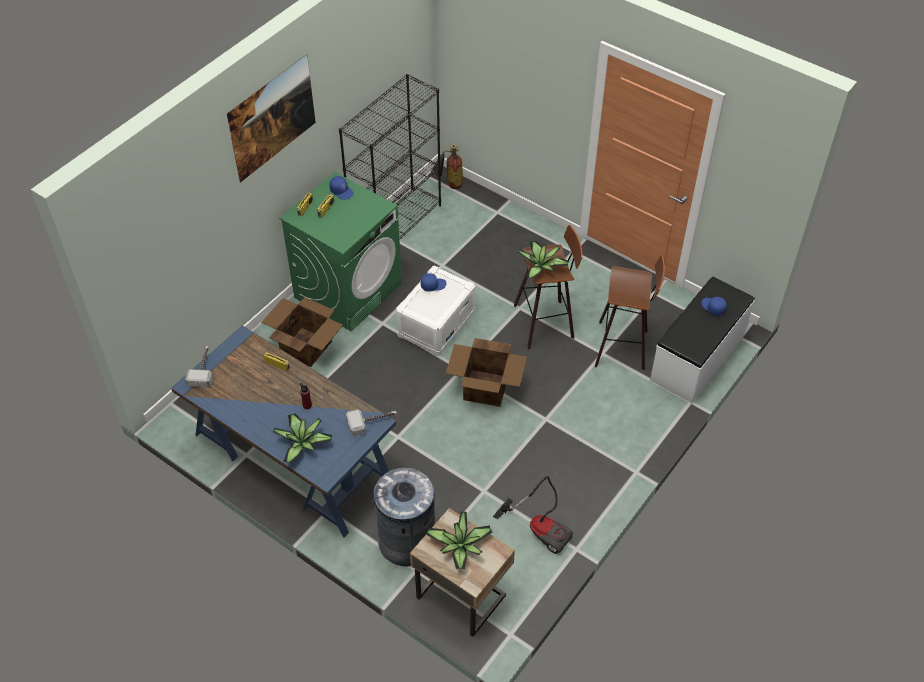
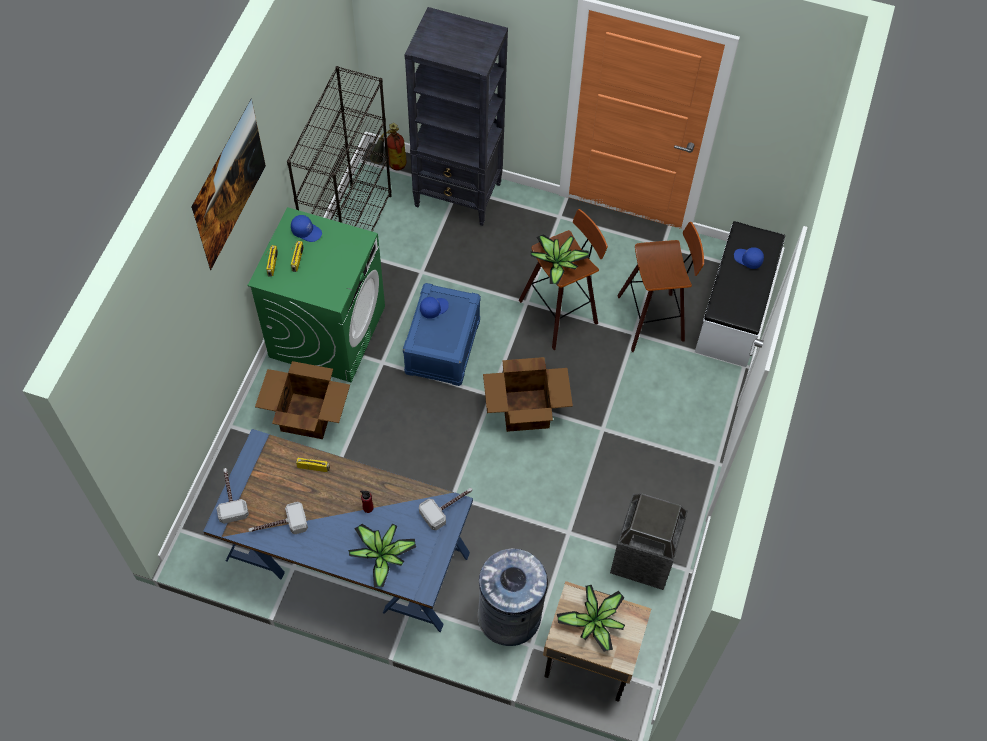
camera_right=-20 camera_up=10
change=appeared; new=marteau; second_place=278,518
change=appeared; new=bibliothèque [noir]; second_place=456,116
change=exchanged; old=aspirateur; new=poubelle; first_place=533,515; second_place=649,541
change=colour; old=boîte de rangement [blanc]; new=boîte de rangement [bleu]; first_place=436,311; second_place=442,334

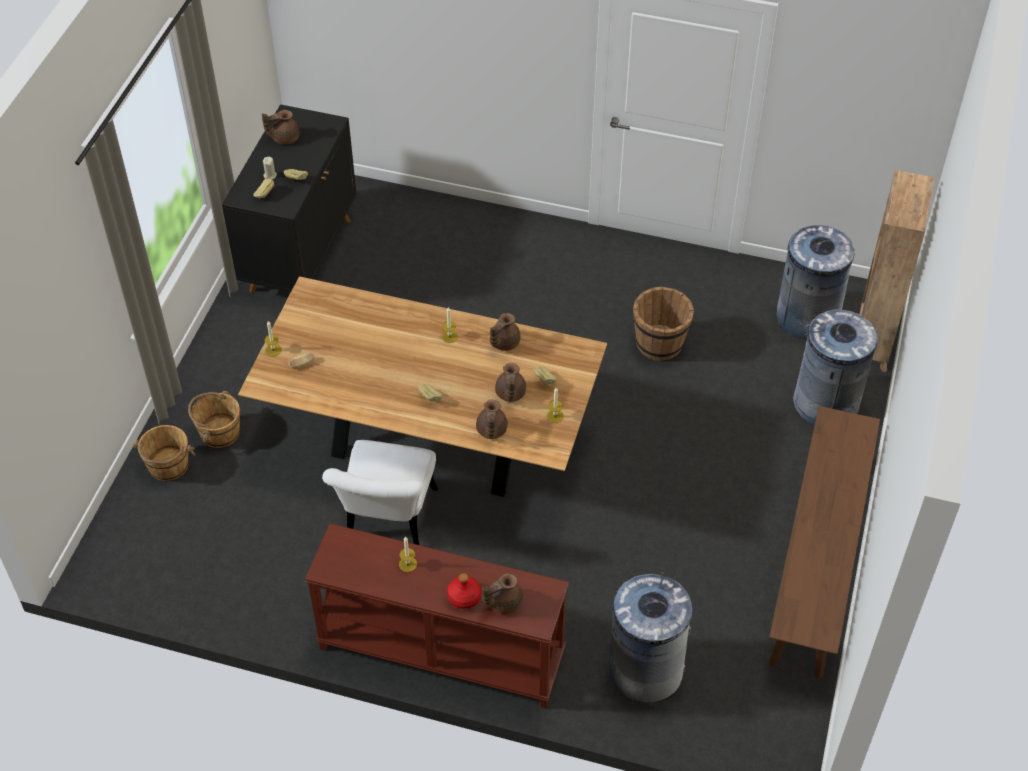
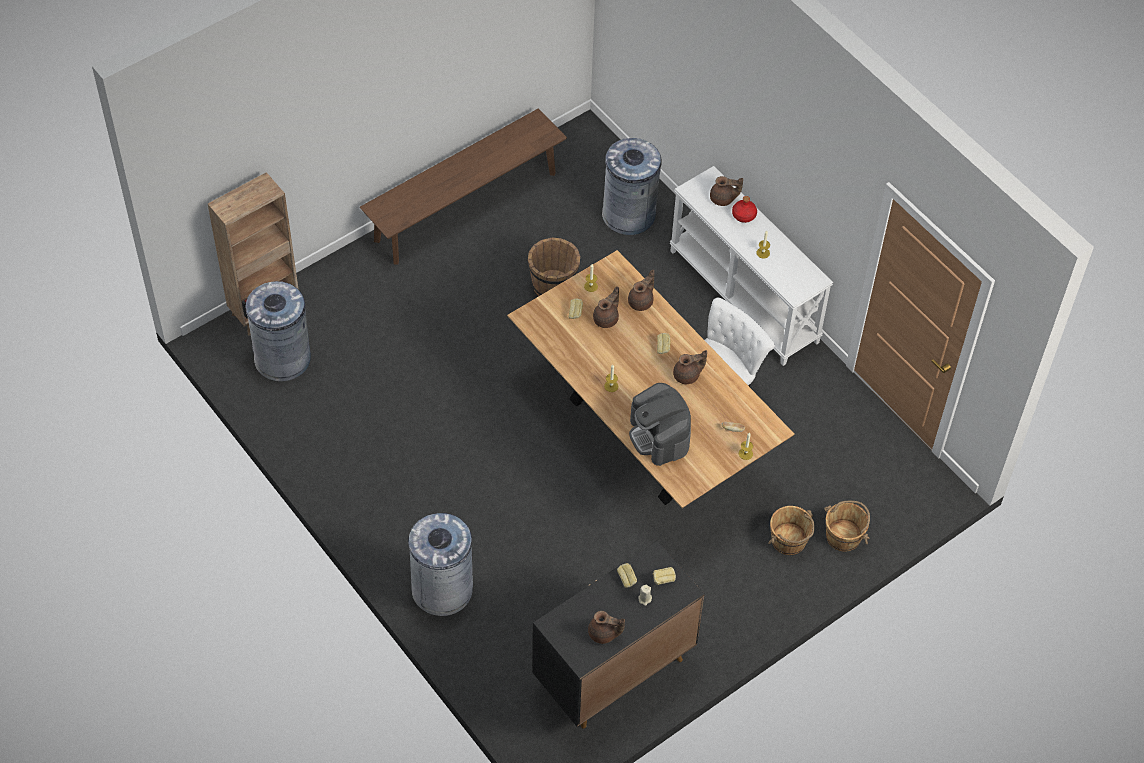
camera_right=-145 camera_up=5
change=appeared; new=machine à café; second_place=660,424
change=relocated; old=théière [marron]; first_place=505,332; second_place=690,367
change=relocated; old=seau [marron]; first_place=663,323; second_place=554,266
change=relocated; old=poubelle [gris]; first_place=835,367; second_place=440,564
change=colour; old=table console [marron]; new=table console [blanc]; first_place=437,615; second_place=751,266

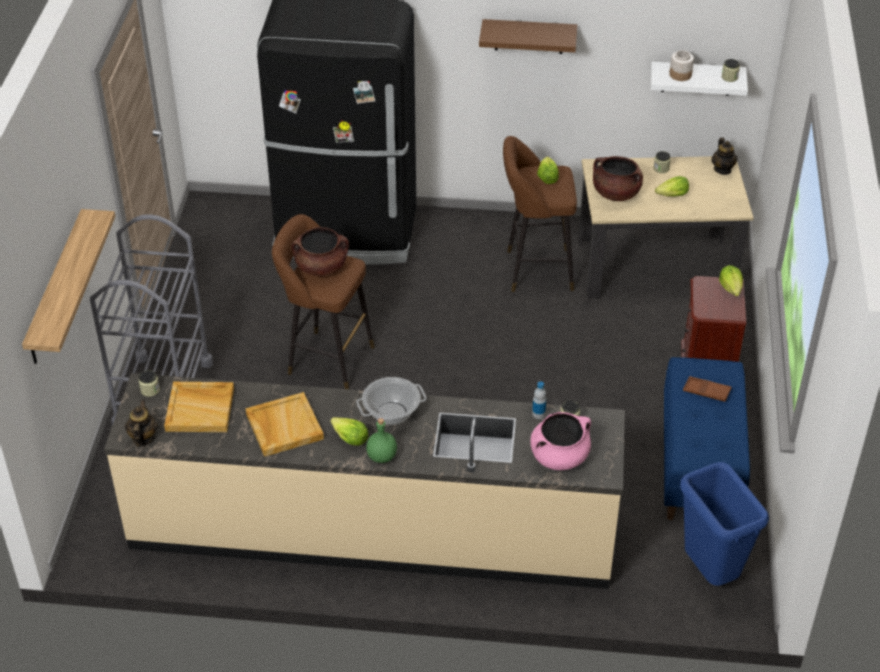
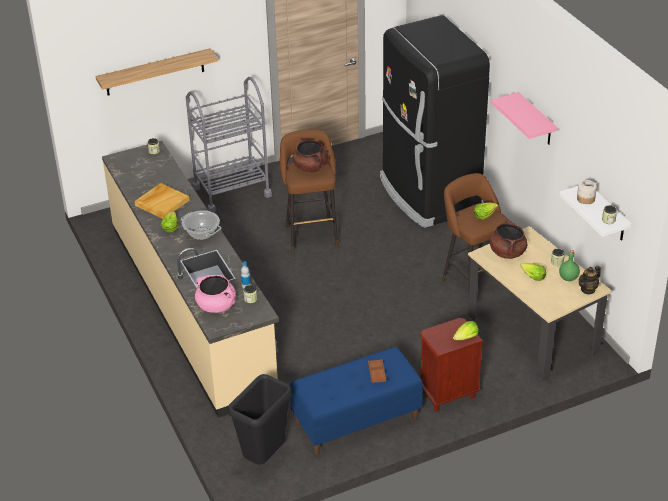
camera_right=60 camera_up=-5
change=missing; old=théière; first_place=141,423
change=missing; old=plateau [beige]; first_place=199,407
change=relocated; old=bouteille [vert]; first_place=381,440; second_place=569,265
change=colour; old=étagère [marron]; new=étagère [rose]; first_place=528,36; second_place=524,118
change=colour; old=poubelle [bleu]; new=poubelle [noir]; first_place=724,524; second_place=260,419

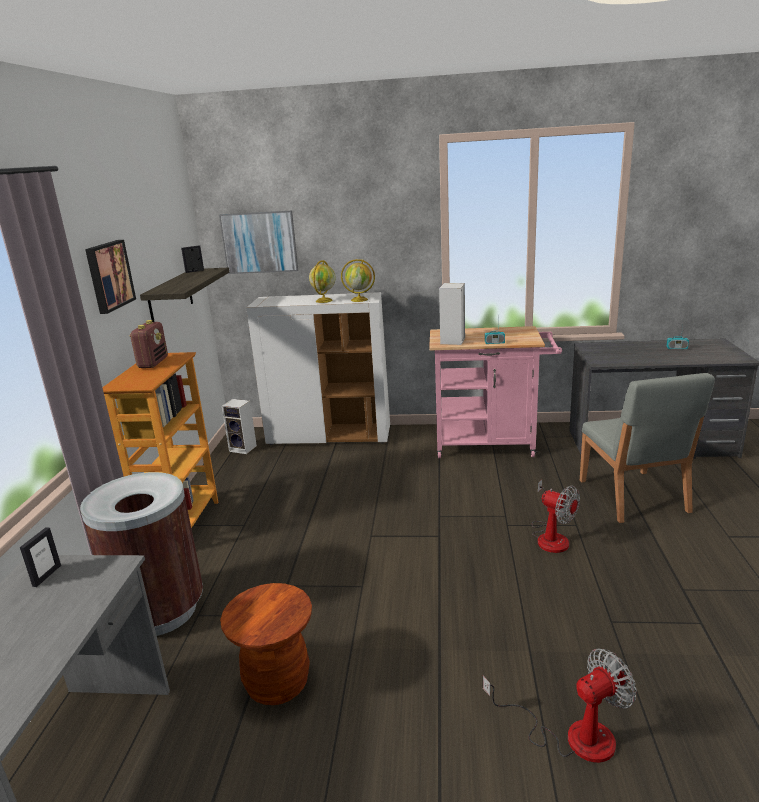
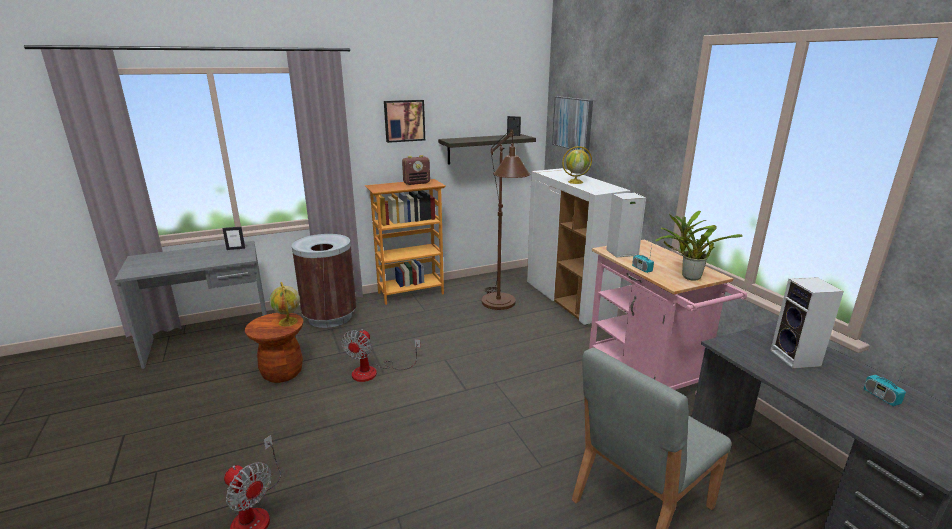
camera_right=60 camera_up=0
change=appeared; new=lampadaire [marron]; second_place=506,219
change=appeared; new=plante en pot; second_place=699,246
change=relocated; old=enceinte; first_place=239,426; second_place=807,322
change=relocated; old=globe; first_place=358,280; second_place=285,304
change=relocated; old=ventilateur; first_place=555,516; second_place=381,355

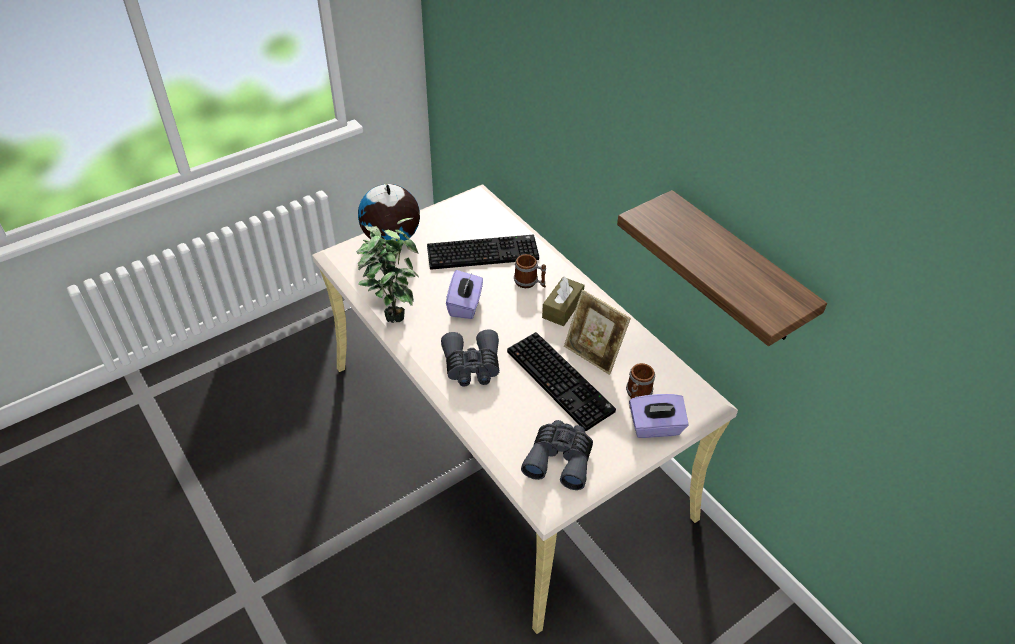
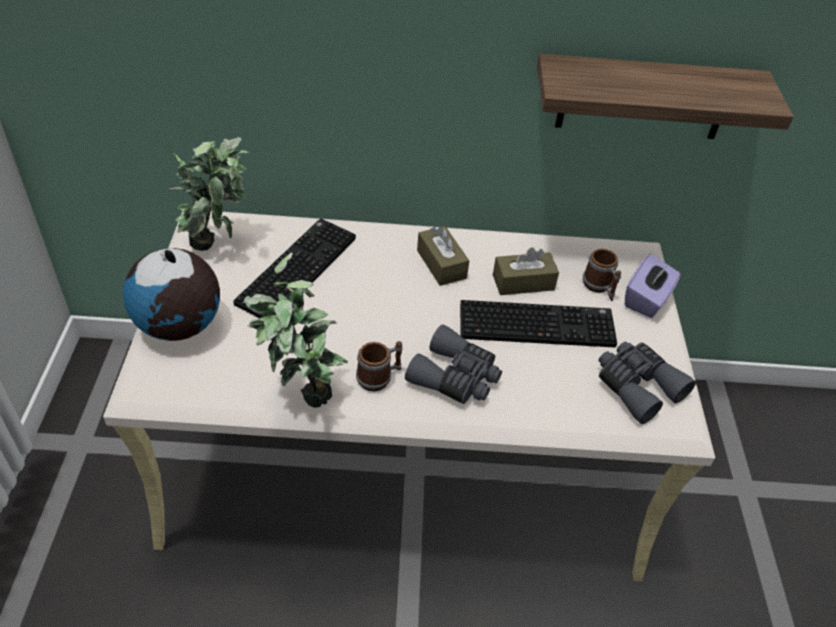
camera_right=-55 camera_up=0
change=missing; old=boîte à mouchoirs [violet]; first_place=464,294
change=appeared; new=plante en pot; second_place=209,194
change=relocated; old=mug; first_place=530,271; second_place=379,366
change=exchanged; old=cadre photo; new=boîte à mouchoirs [marron]; first_place=597,332; second_place=526,271

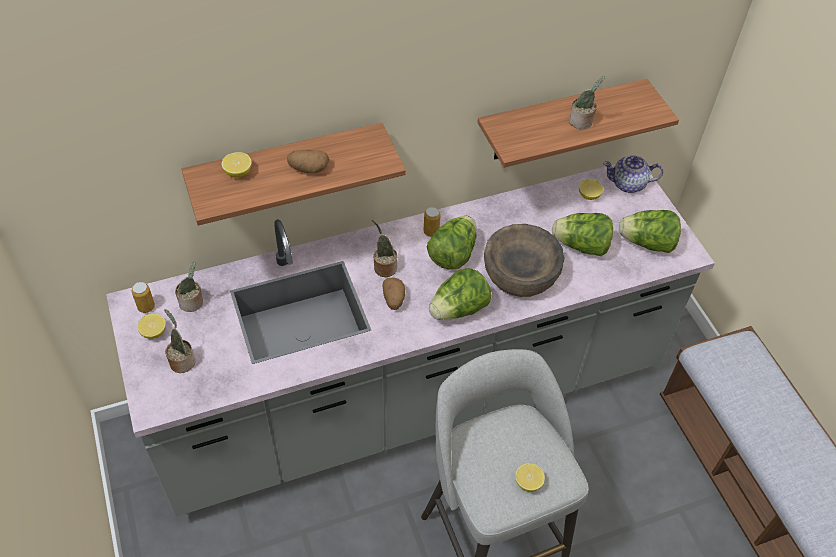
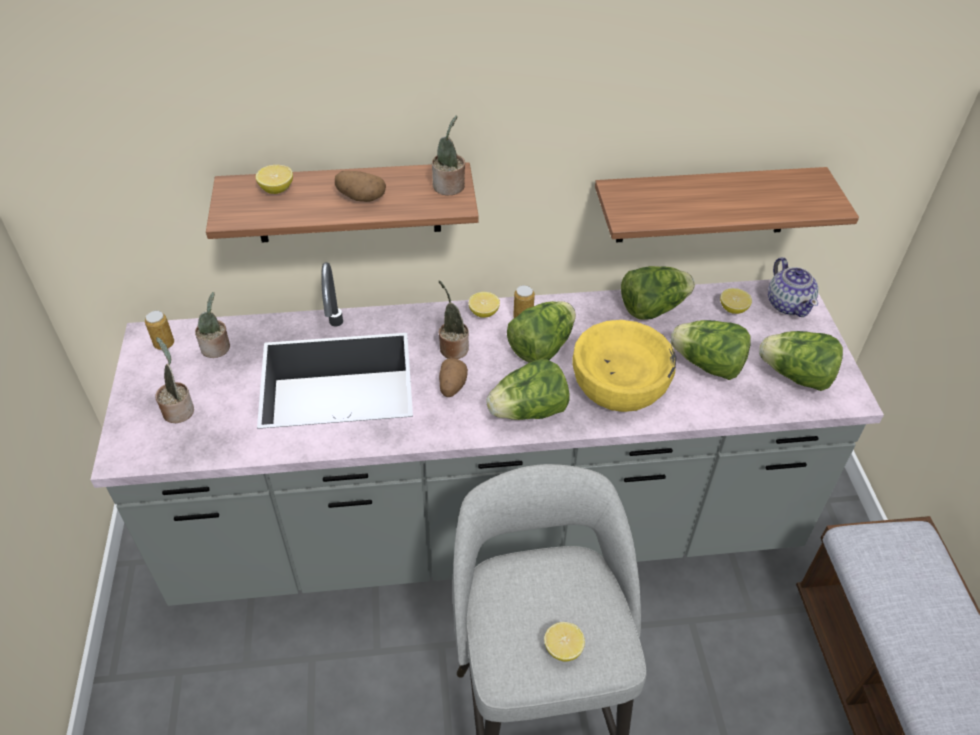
camera_right=15 camera_up=-5
change=appeared; new=laitue; second_place=658,293
change=relocated; old=citron; first_place=151,326; second_place=484,305
change=relocated; old=plante en pot; first_place=587,102; second_place=448,155
change=colour; old=bol [marron]; new=bol [jaune]; first_place=524,260; second_place=624,366
change=spun; old=théière; first_place=633,174; second_place=793,287; degrees=-120

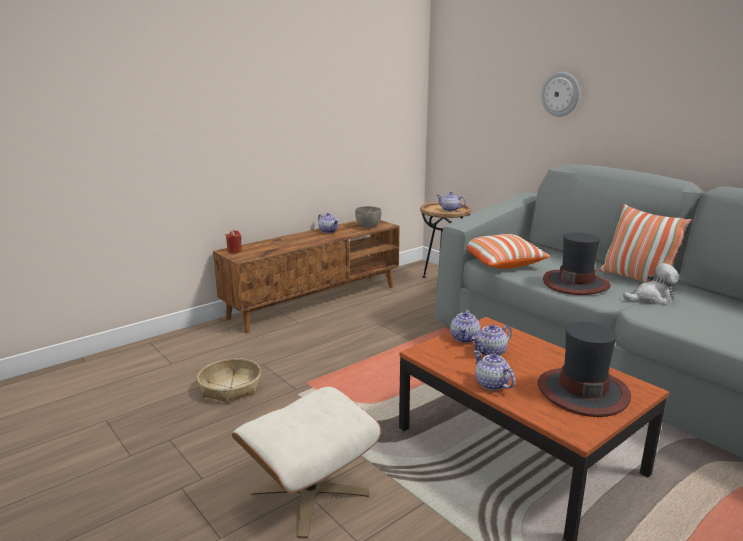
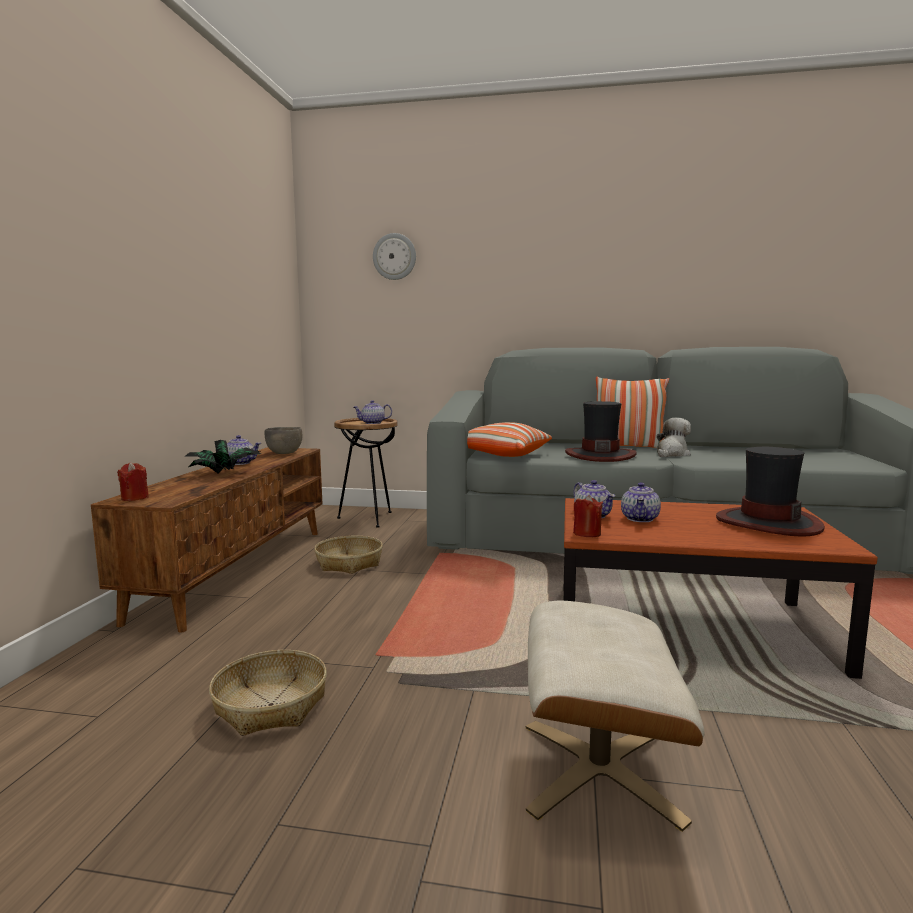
camera_right=-40 camera_up=-10
change=missing; old=théière; first_place=494,370
change=appeared; new=plante en pot; second_place=222,457
change=appeared; new=panier; second_place=348,555
change=appeared; new=bougie [rouge]; second_place=588,516
change=relocated; old=horloge murale; first_place=560,94; second_place=394,256

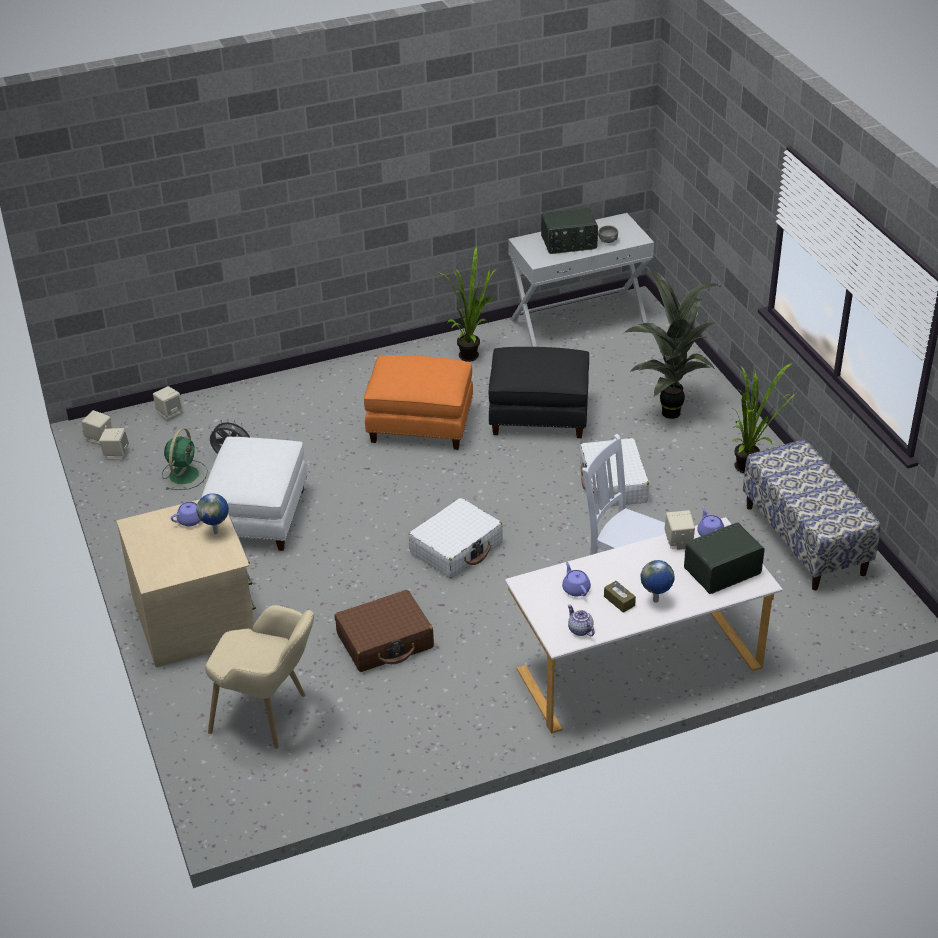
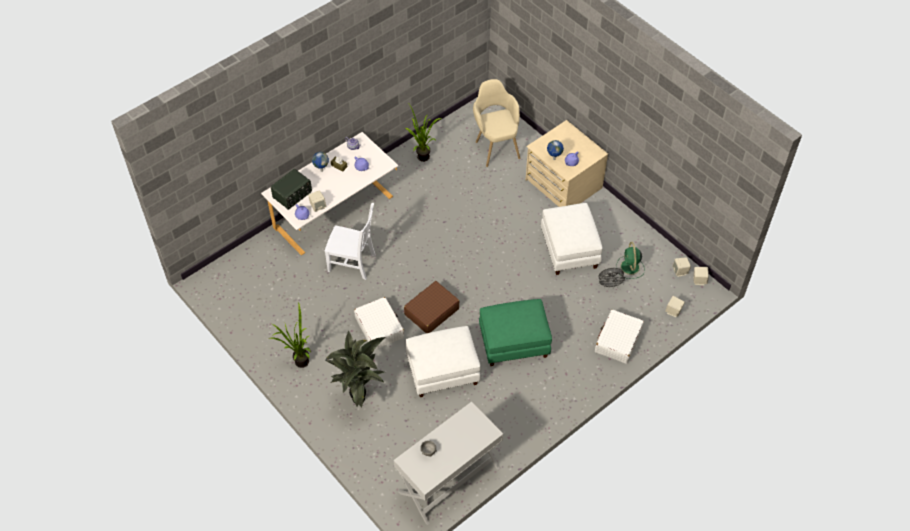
camera_right=160 camera_up=15
change=missing; old=radio; first_place=569,231
change=missing; old=banc; first_place=812,515
change=relocated; old=valise [marron]; first_place=384,631; second_place=432,307
change=relocated; old=valise [blanc]; first_place=455,538; second_place=619,337
change=relocated; old=plante en pot; first_place=467,304; second_place=424,132
change=colour; old=pouf [orange]; new=pouf [vert]; first_place=418,402; second_place=515,332
change=colour; old=pouf [noir]; new=pouf [blanc]; first_place=539,392; second_place=443,361
change=spun; old=fauteuil [beige]; first_place=259,677; second_place=496,123; degrees=75

